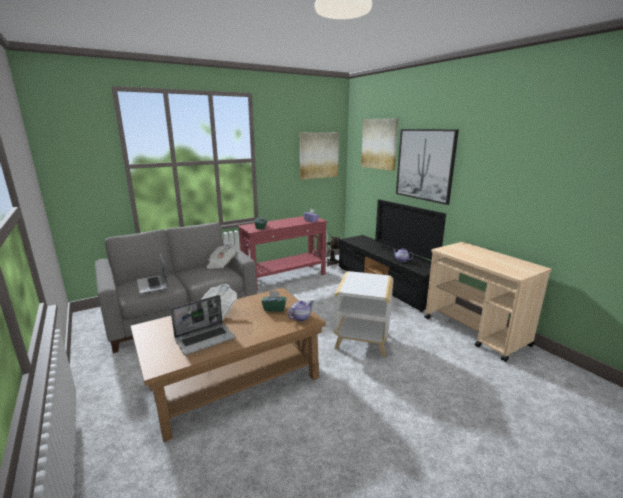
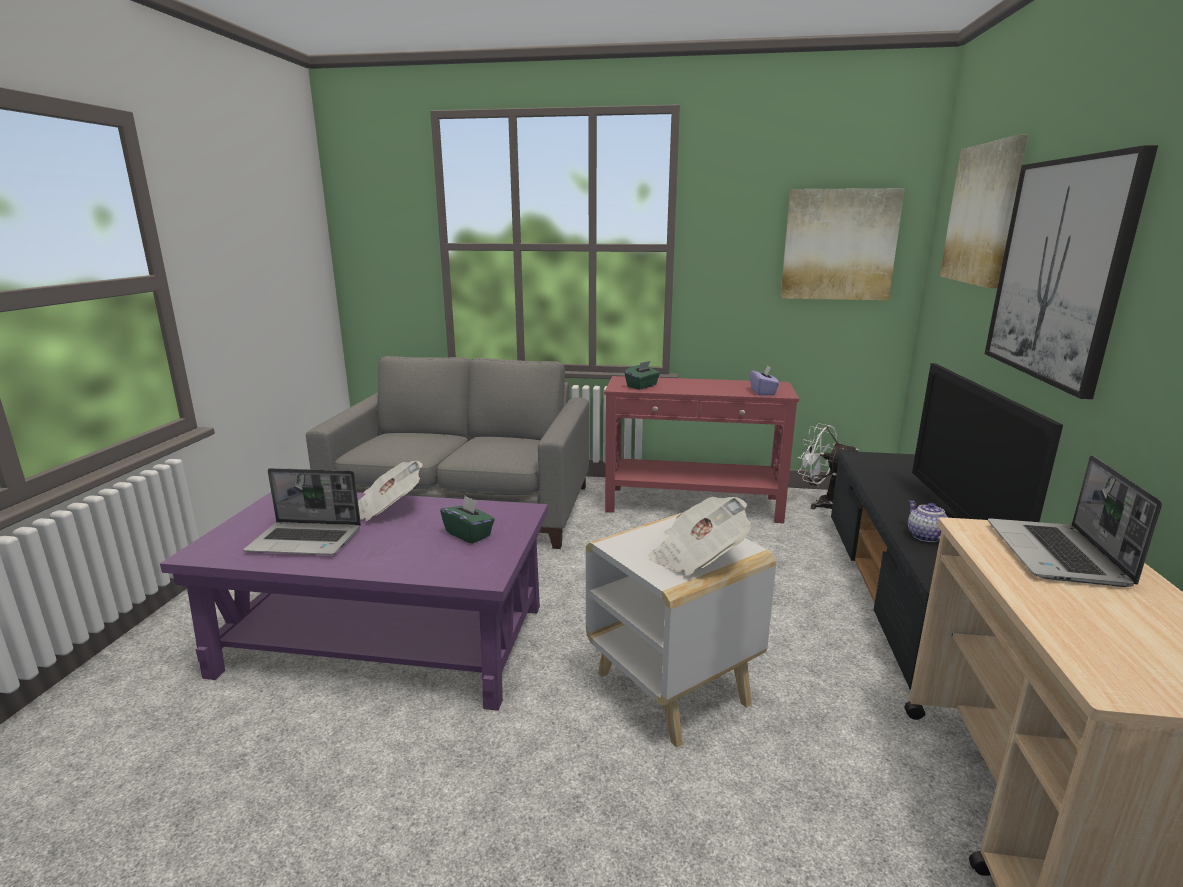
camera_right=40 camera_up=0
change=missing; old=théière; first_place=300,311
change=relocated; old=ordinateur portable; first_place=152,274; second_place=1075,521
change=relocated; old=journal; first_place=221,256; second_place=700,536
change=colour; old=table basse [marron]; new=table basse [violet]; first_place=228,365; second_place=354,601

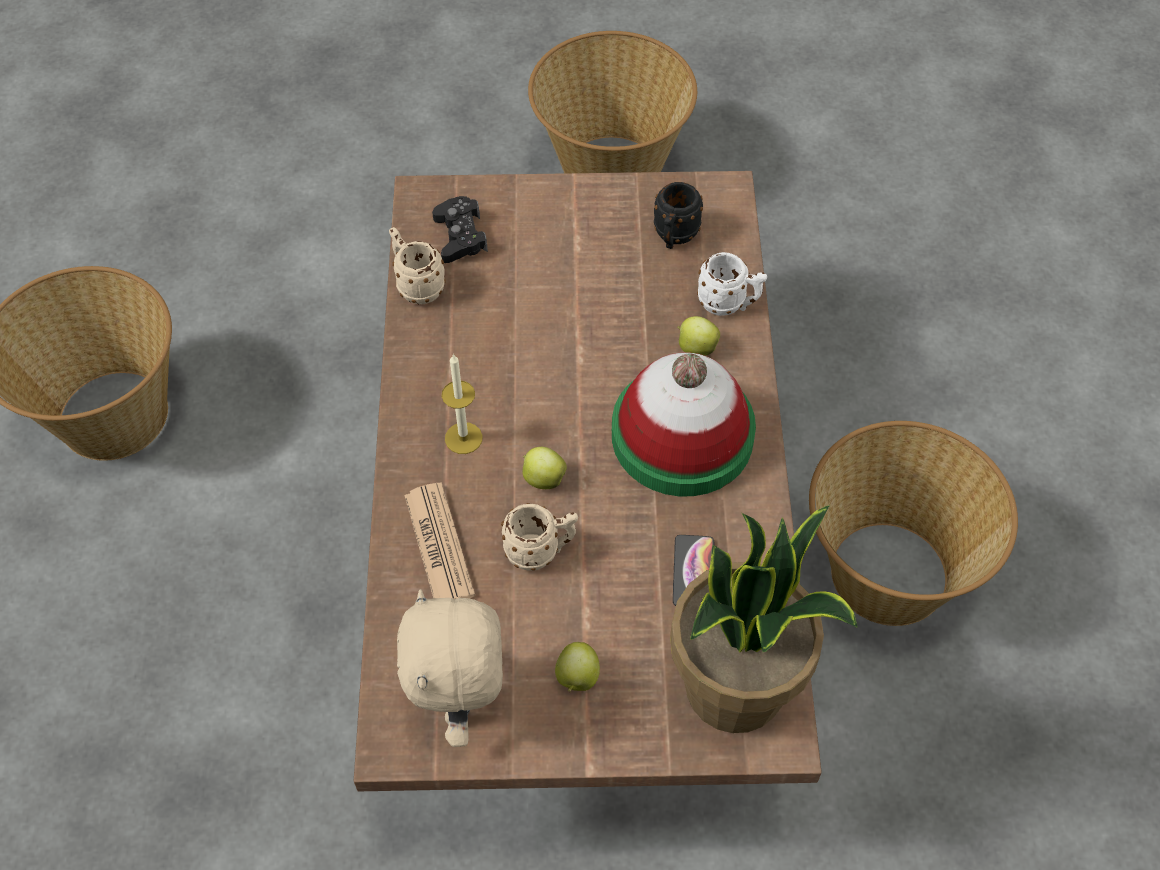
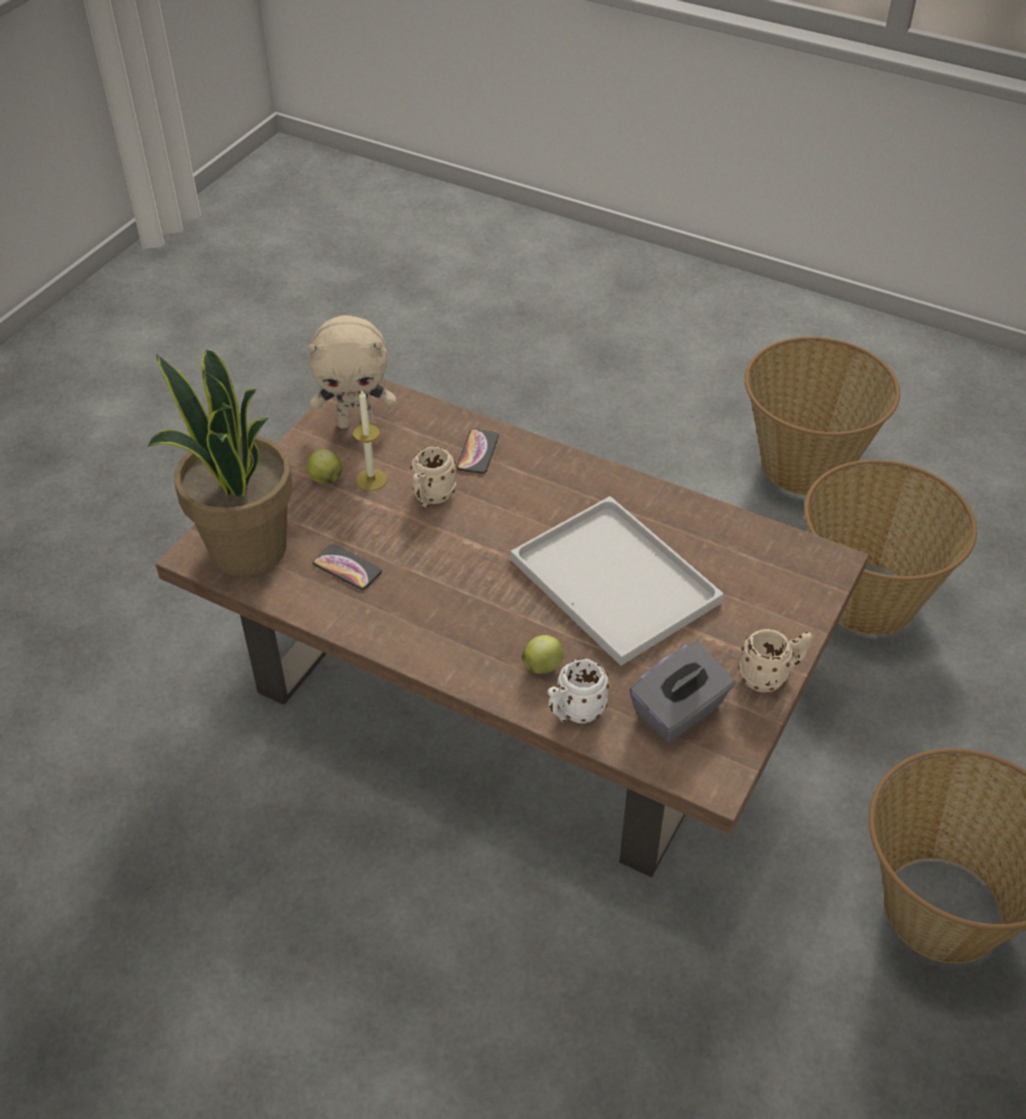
camera_right=120 camera_up=-10
change=missing; old=manette [noir]; first_place=460,229
change=missing; old=pomme; first_place=544,468
change=missing; old=chapeau; first_place=684,424
change=appeared; new=plateau [blanc]; second_place=617,581
change=relocated; old=mug [beige]; first_place=417,265; second_place=775,660
change=relocated; old=bougie; first_place=462,404; second_place=370,440
change=relocated; old=panier; first_place=913,523; second_place=890,547
change=exchanged; old=journal; new=téléphone; first_place=439,541; second_place=478,451
change=exchanged; old=mug [noir]; new=boîte à mouchoirs [gris]; first_place=678,215; second_place=682,691
change=spun; old=peluche [beige]; first_place=450,668; second_place=352,372; degrees=150

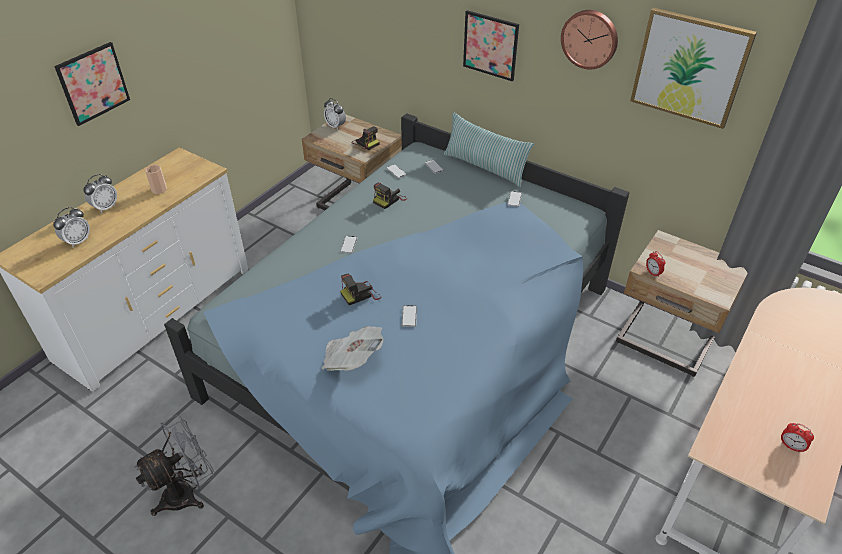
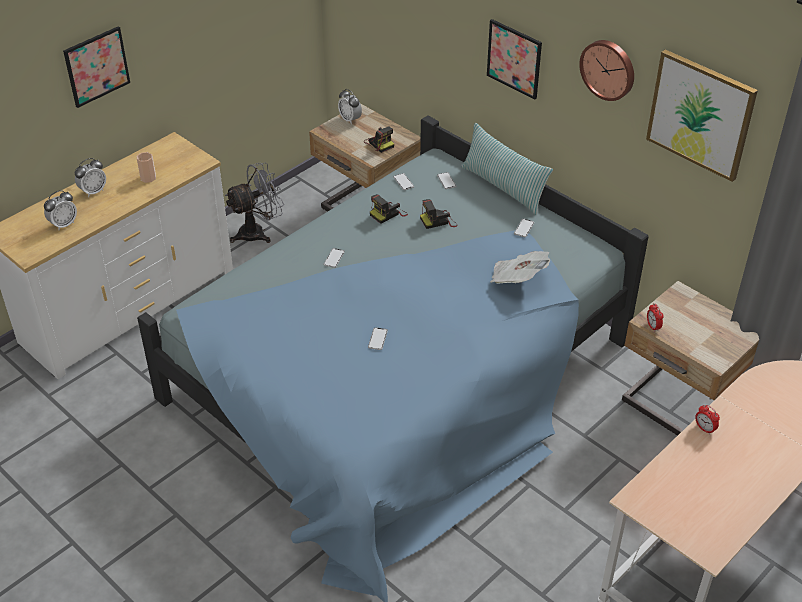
camera_right=10 camera_up=0
change=relocated; old=ventilateur [gris]; first_place=174,465; second_place=254,202
change=relocated; old=journal; first_place=352,348; second_place=520,267
change=relocated; old=appareil photo; first_place=361,289; second_place=439,214
change=relocated; old=réveil; first_place=797,438; second_place=707,420

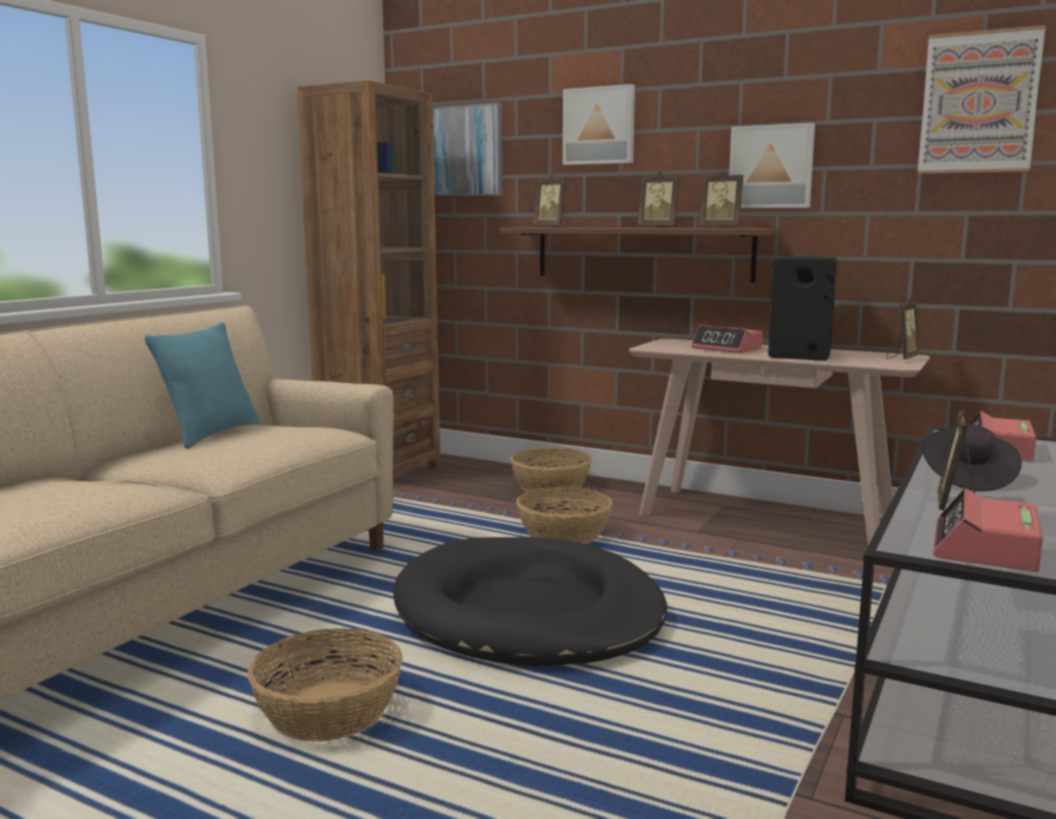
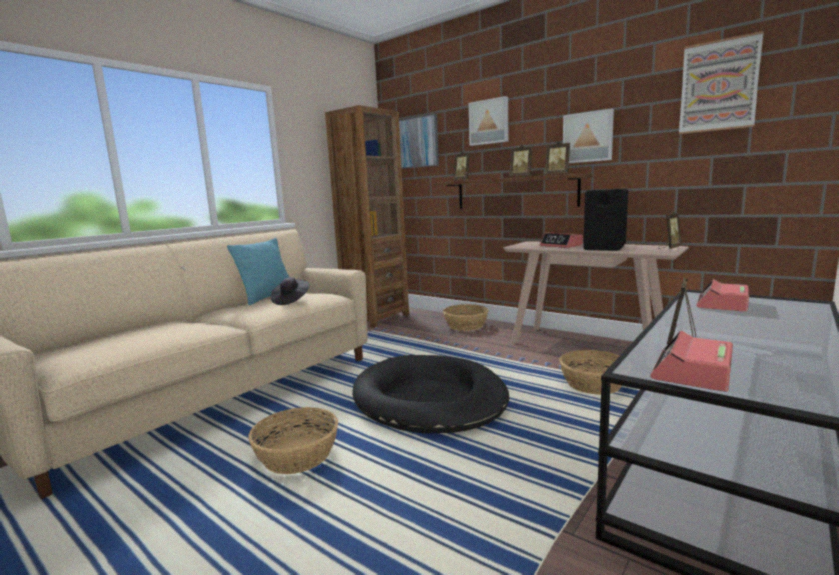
camera_right=10 camera_up=0
change=relocated; old=panier; first_place=564,515; second_place=591,372
change=relocated; old=chapeau [noir]; first_place=972,458; second_place=290,291

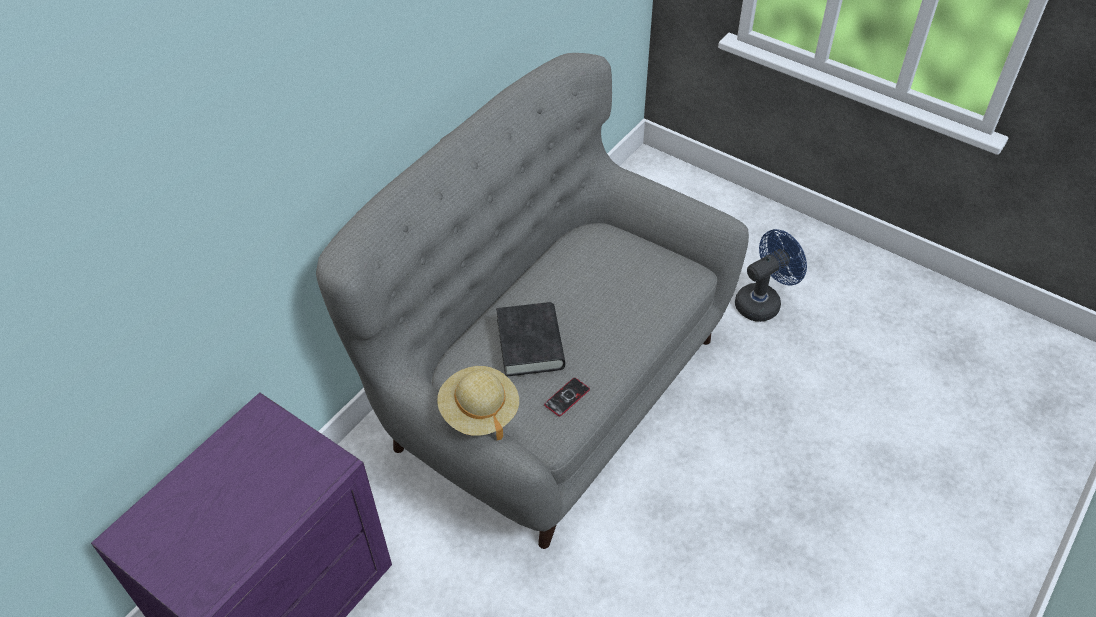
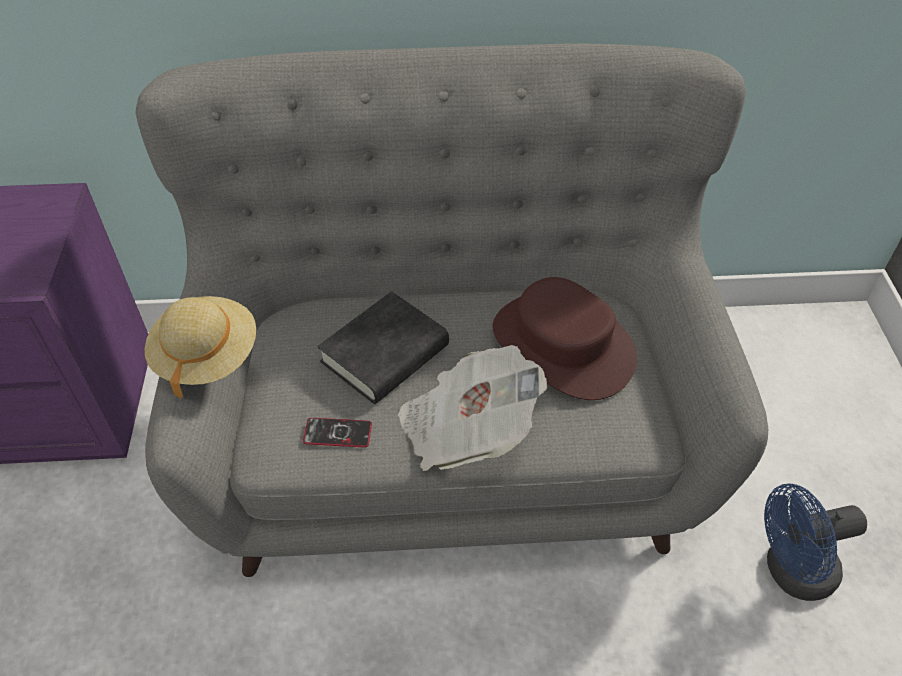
camera_right=50 camera_up=0
change=appeared; new=journal; second_place=472,408
change=appeared; new=chapeau [marron]; second_place=565,338
change=spun; old=ventilateur [bleu]; first_place=771,275; second_place=815,542; degrees=150

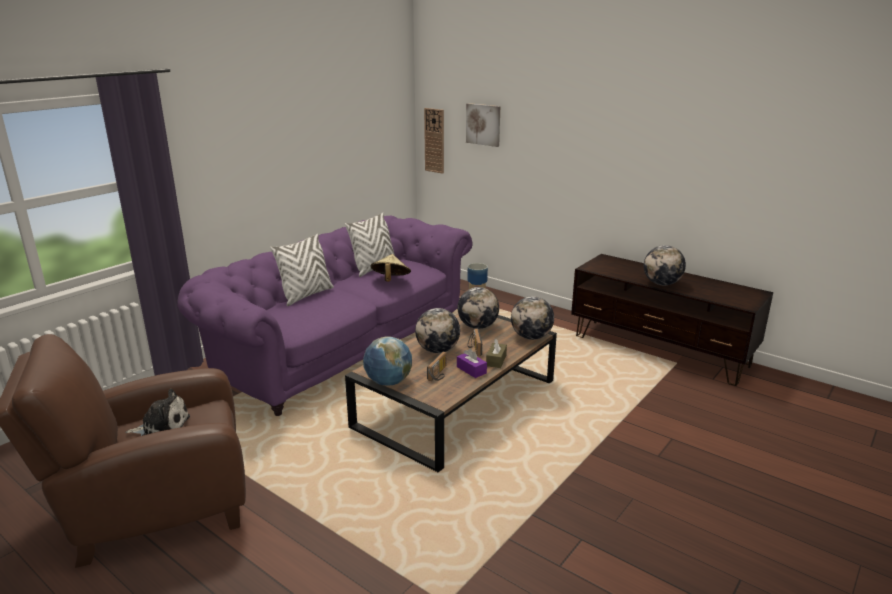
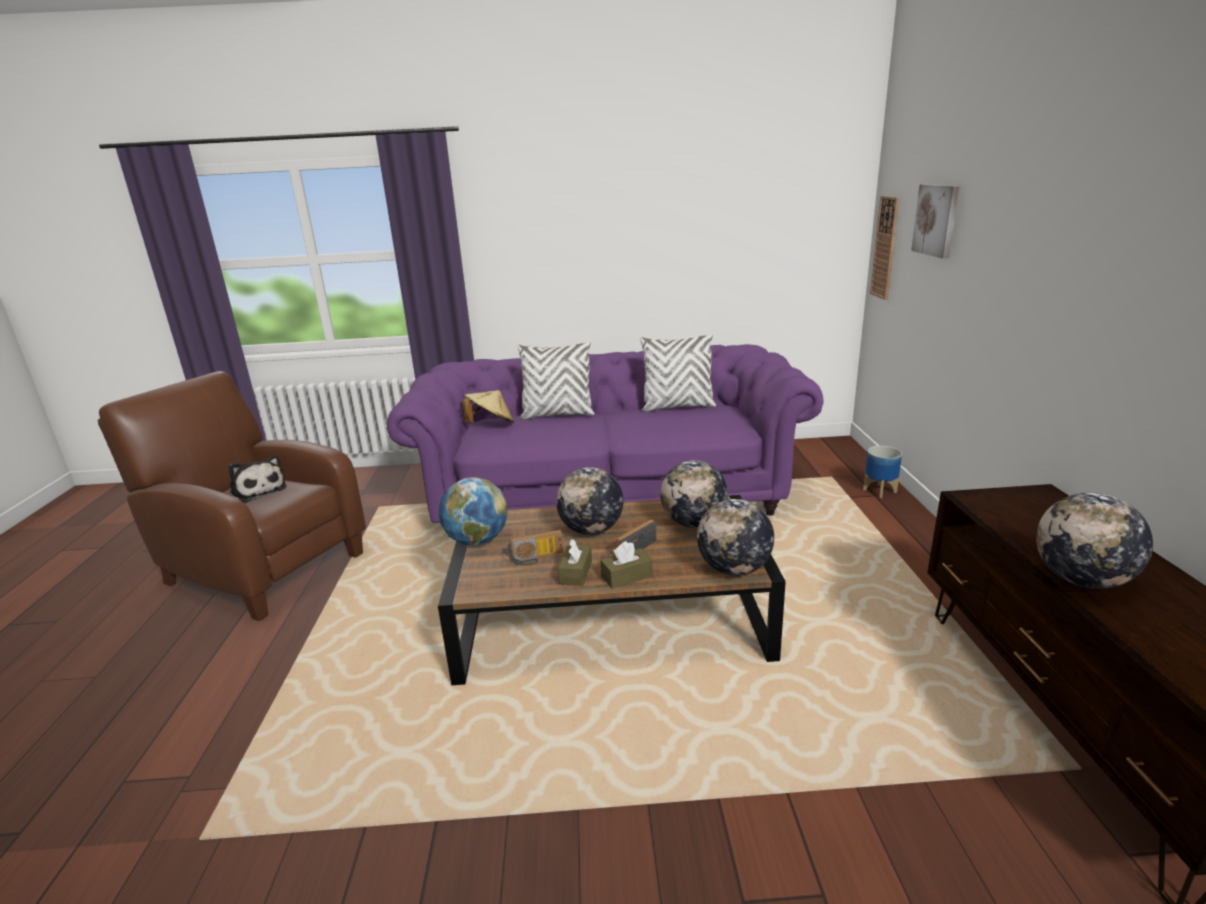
camera_right=50 camera_up=0
change=relocated; old=chapeau [beige]; first_place=390,268; second_place=488,406
change=colour; old=boîte à mouchoirs [violet]; new=boîte à mouchoirs [marron]; first_place=472,363; second_place=575,562

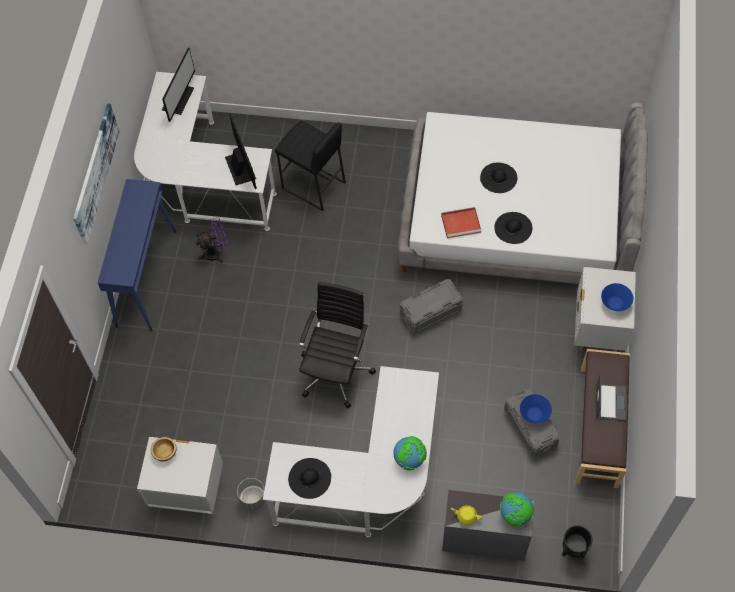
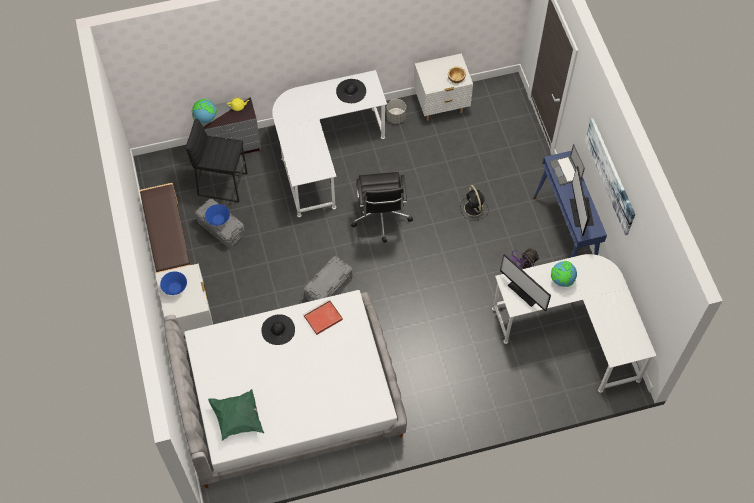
camera_right=155 camera_up=0
change=missing; old=chapeau [noir]; first_place=498,177
change=missing; old=cache-pot [noir]; first_place=577,541
change=appeared; new=coussin [vert]; second_place=236,415
change=appeared; new=ventilateur [noir]; second_place=474,203
change=relocated; old=écran d'ordinateur; first_place=178,84; second_place=582,201
change=relocated; old=tabouret [noir]; first_place=310,165; second_place=217,160
change=relocated; old=globe; first_place=410,453; second_place=564,274
change=relocated; old=ordinateur portable; first_place=611,397; second_place=567,165

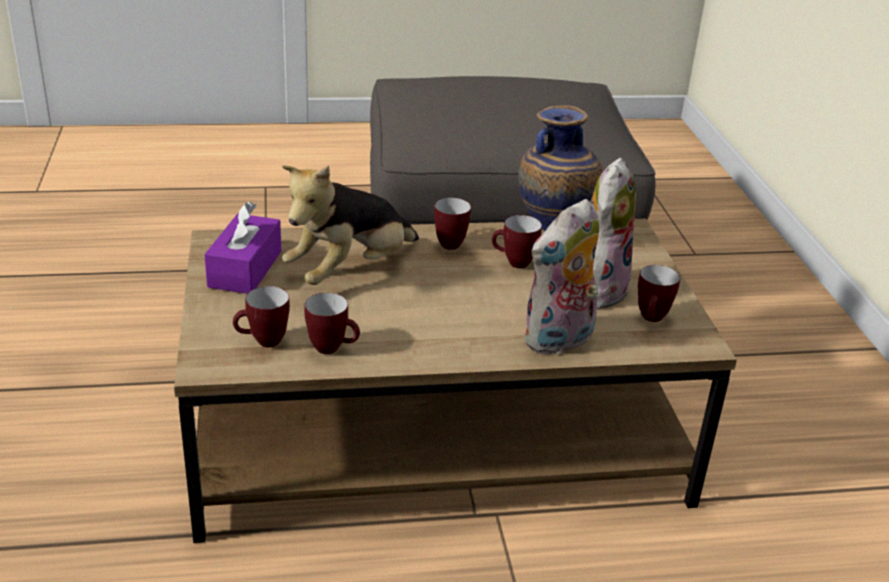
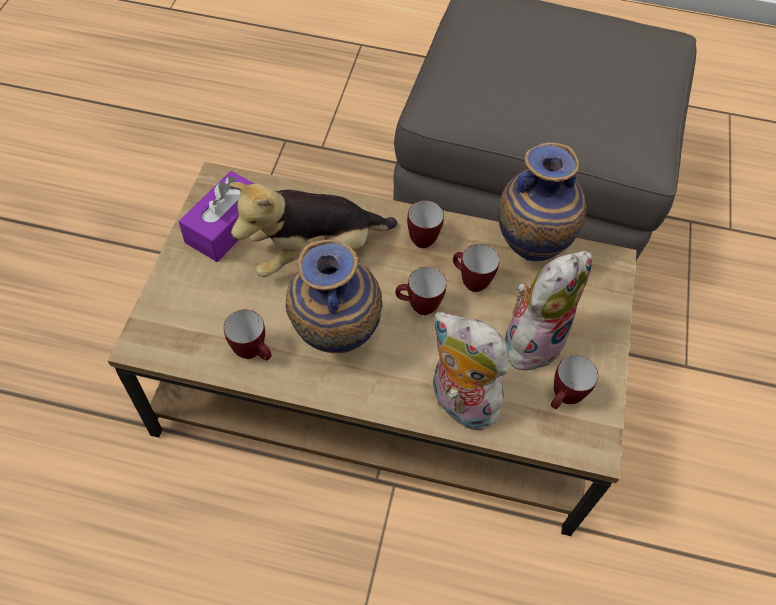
camera_right=20 camera_up=25
change=appeared; new=vase; second_place=334,296
change=relocated; old=mug; first_place=261,316; second_place=421,291
change=spun; old=peluche; first_place=565,277; second_place=470,371; degrees=60

